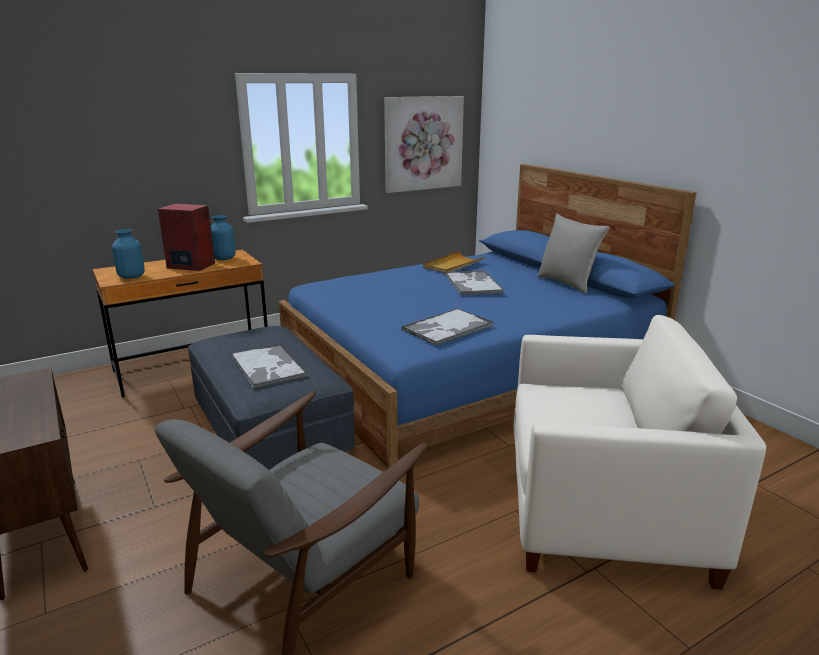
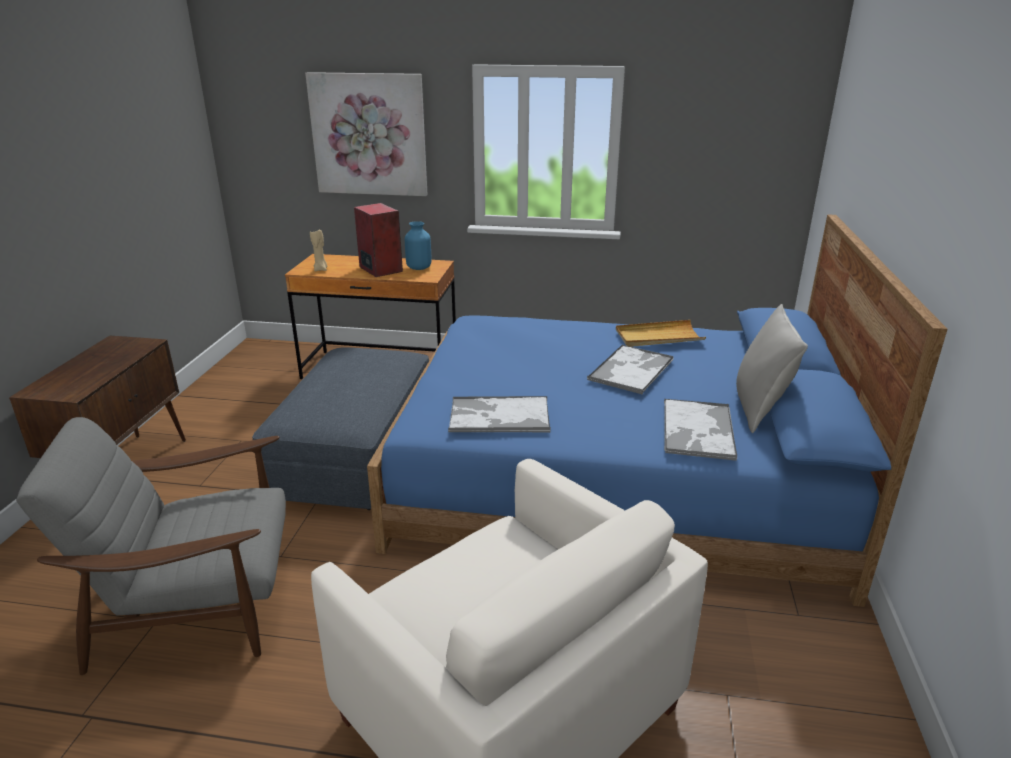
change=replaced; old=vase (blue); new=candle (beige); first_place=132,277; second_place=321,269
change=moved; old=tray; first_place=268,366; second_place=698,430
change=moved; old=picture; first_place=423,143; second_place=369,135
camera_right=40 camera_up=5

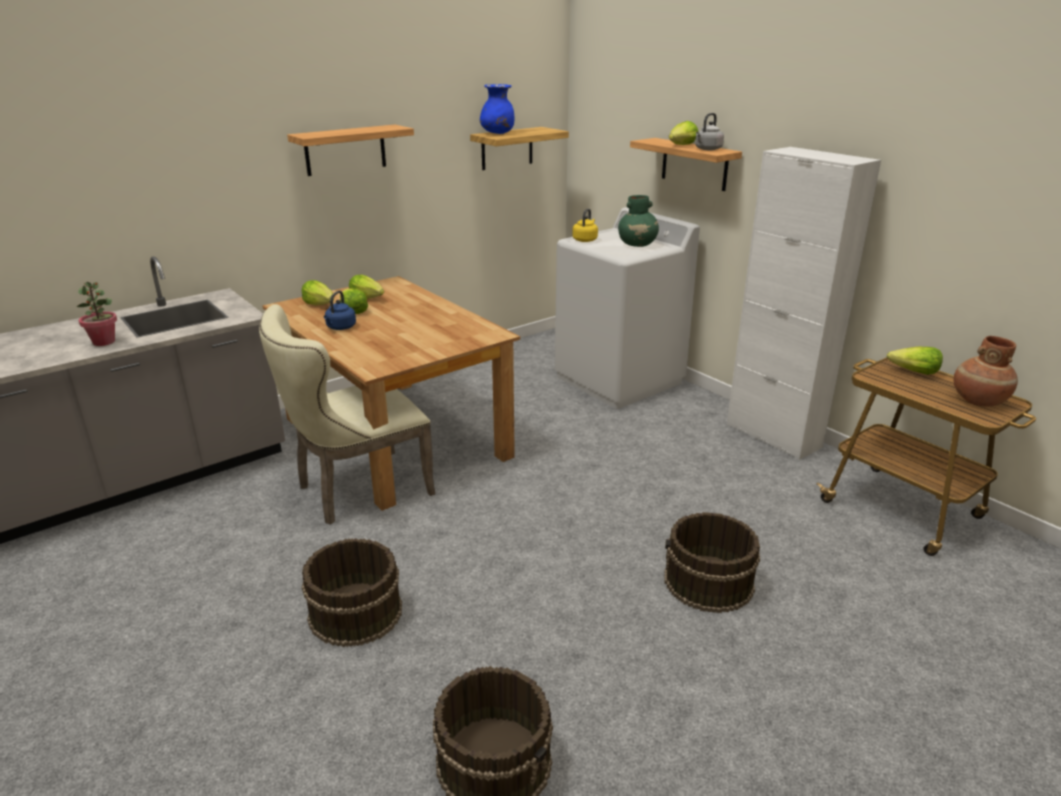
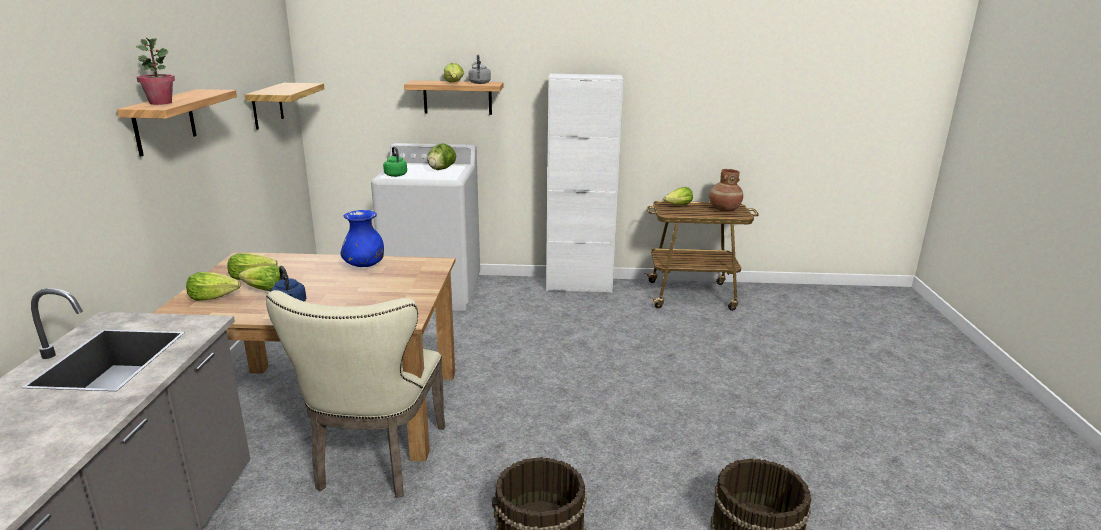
change=moved; old=potted plant; first_place=104,342; second_place=161,103
change=moved; old=vase (blue); first_place=498,133; second_place=364,265
change=recoloured; old=kettle (yellow); new=kettle (green); first_place=585,240; second_place=395,175
change=replaced; old=vase (green); new=lettuce; first_place=637,245; second_place=441,169
change=removed; old=bucket (brown); first_place=708,583
camera_right=-50 camera_up=-5

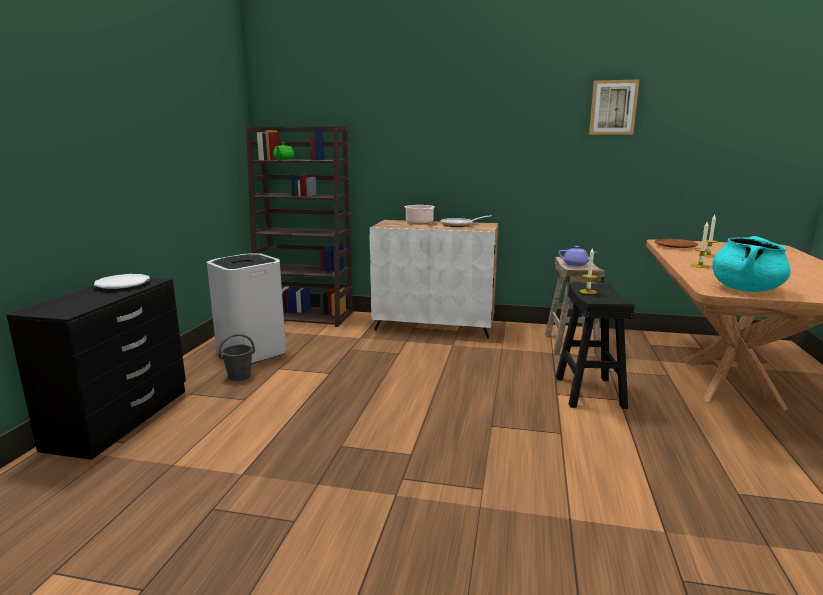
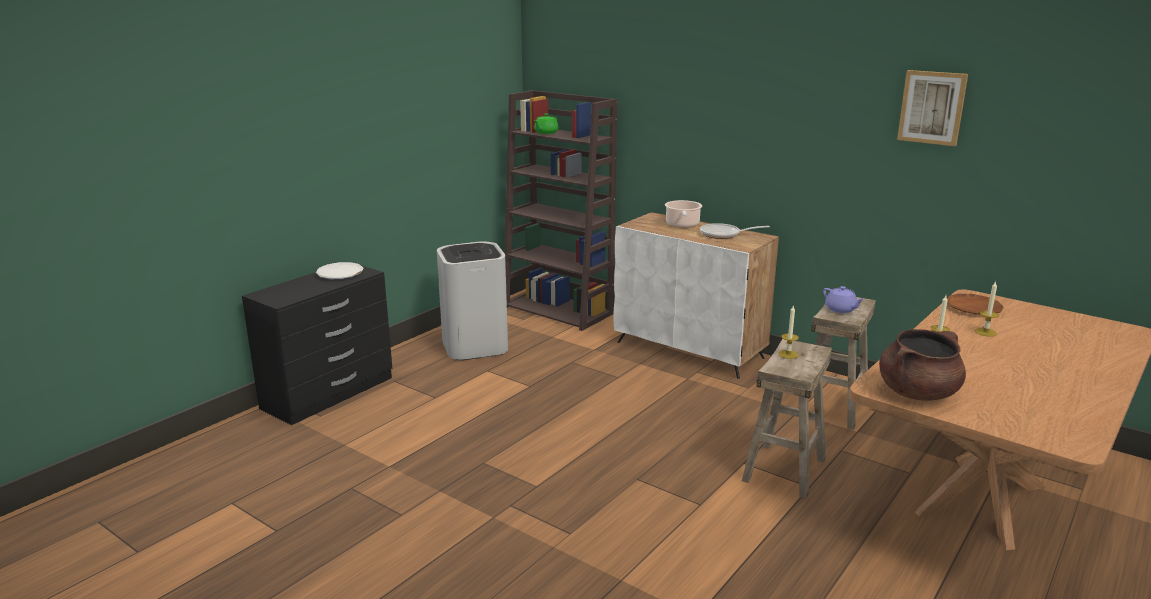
change=removed; old=bucket (grey); first_place=239,376
change=recoloured; old=stool (black); new=stool (beige); first_place=588,391; second_place=784,469
change=recoloured; old=cooking pot (turquoise); new=cooking pot (brown); first_place=745,289; second_place=917,393
camera_right=25 camera_up=5

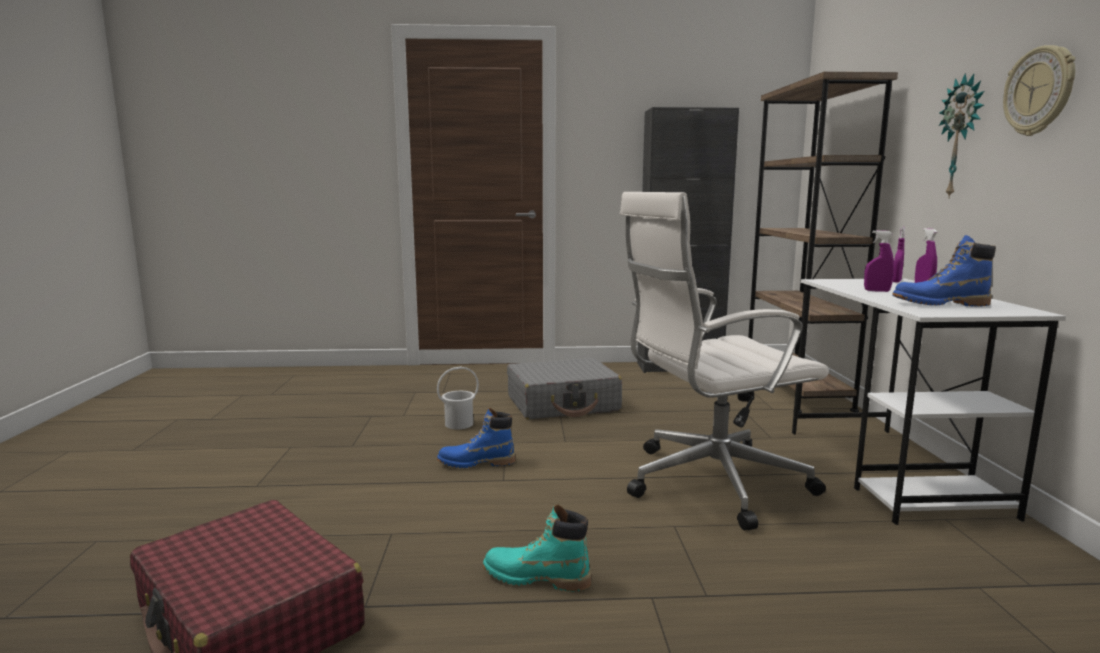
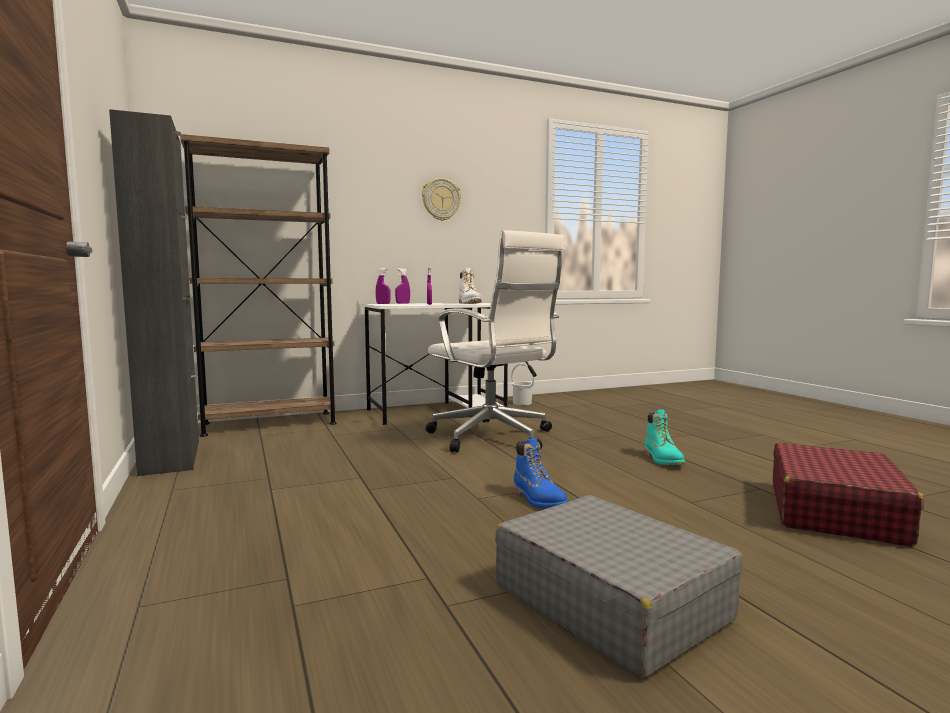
change=moved; old=bucket (white); first_place=458,424; second_place=522,403
change=moved; old=suitcase (grey); first_place=563,404; second_place=609,602
change=recoloured; old=boot (blue); new=boot (white); first_place=939,304; second_place=469,303
change=removed; old=wall clock; first_place=961,137
camera_right=-110 camera_up=-5

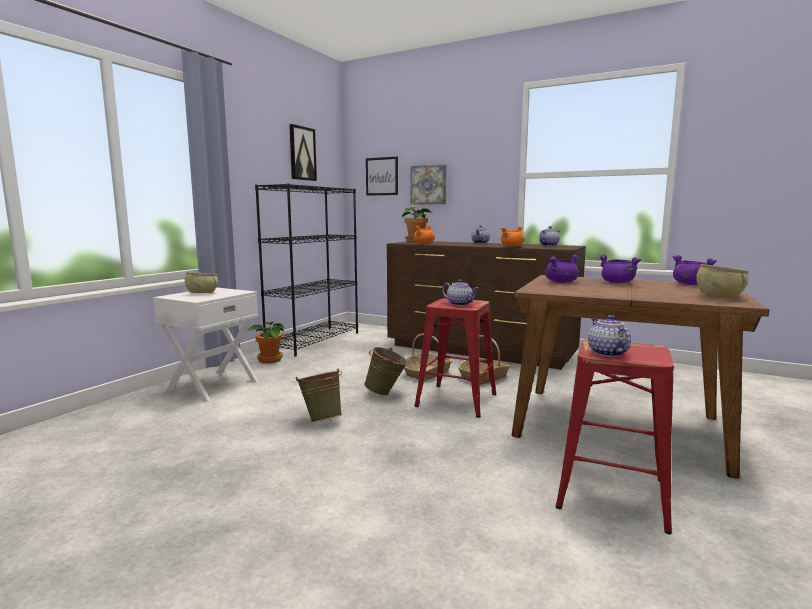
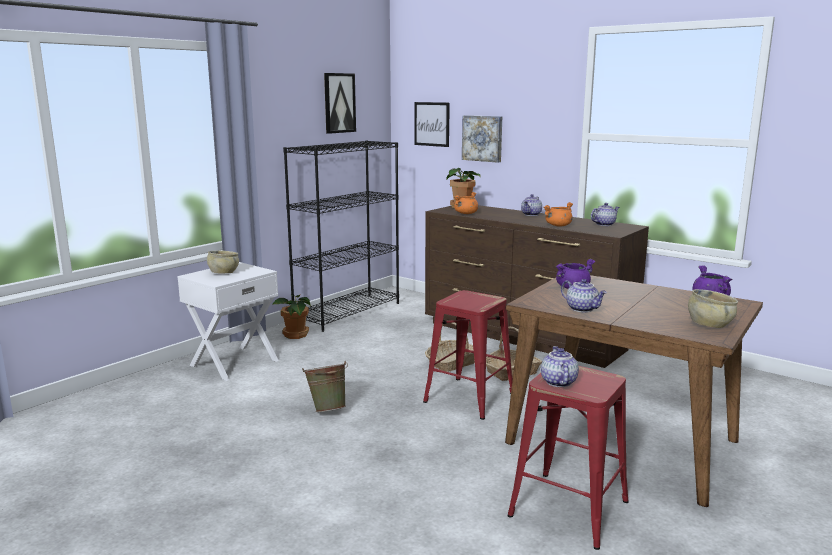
change=removed; old=bucket (green); first_place=386,393
change=moved; old=teapot; first_place=460,304; second_place=582,309
change=removed; old=cooking pot (purple); first_place=618,282
camera_right=10 camera_up=5

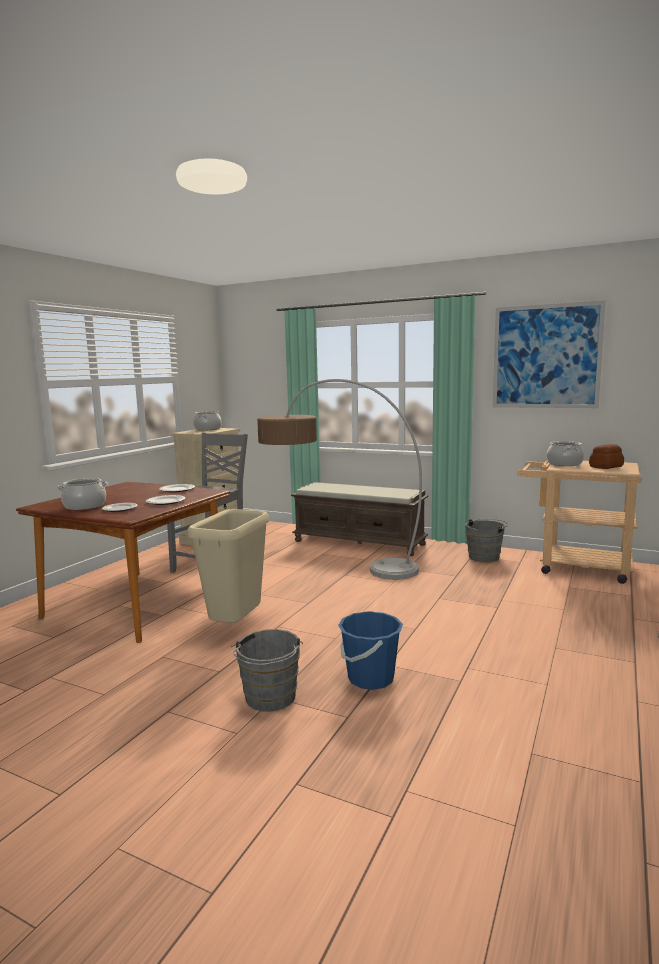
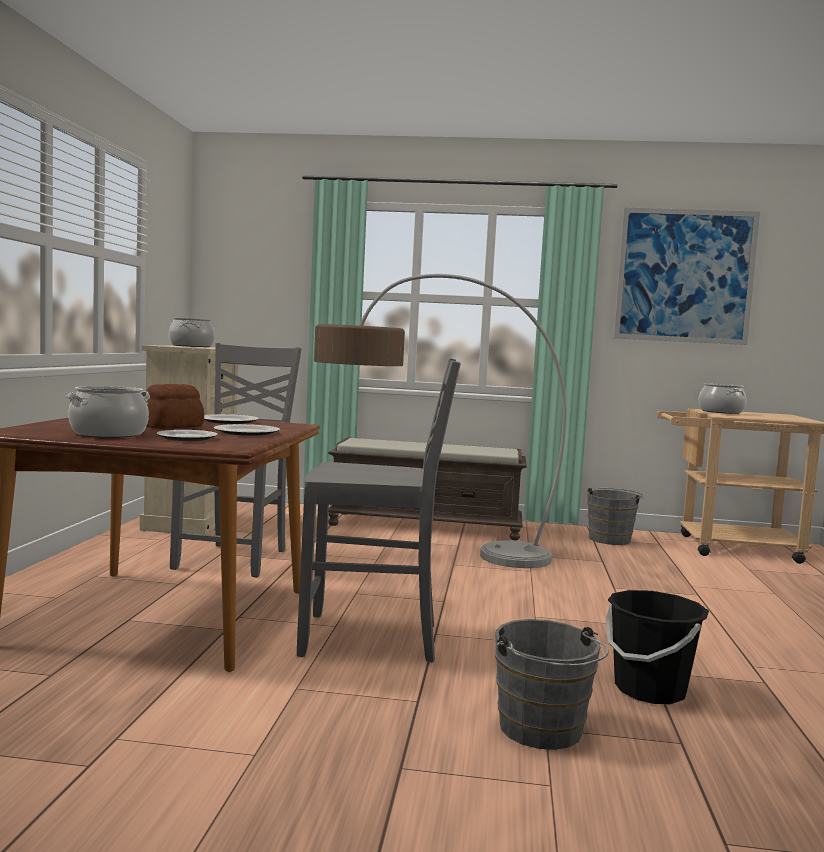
change=replaced; old=trash can (beige); new=chair (grey); first_place=236,627; second_place=373,639
change=recoloured; old=bucket (blue); new=bucket (black); first_place=370,678; second_place=649,690
change=moved; old=bread; first_place=606,467; second_place=173,426
camera_right=-20 camera_up=-5

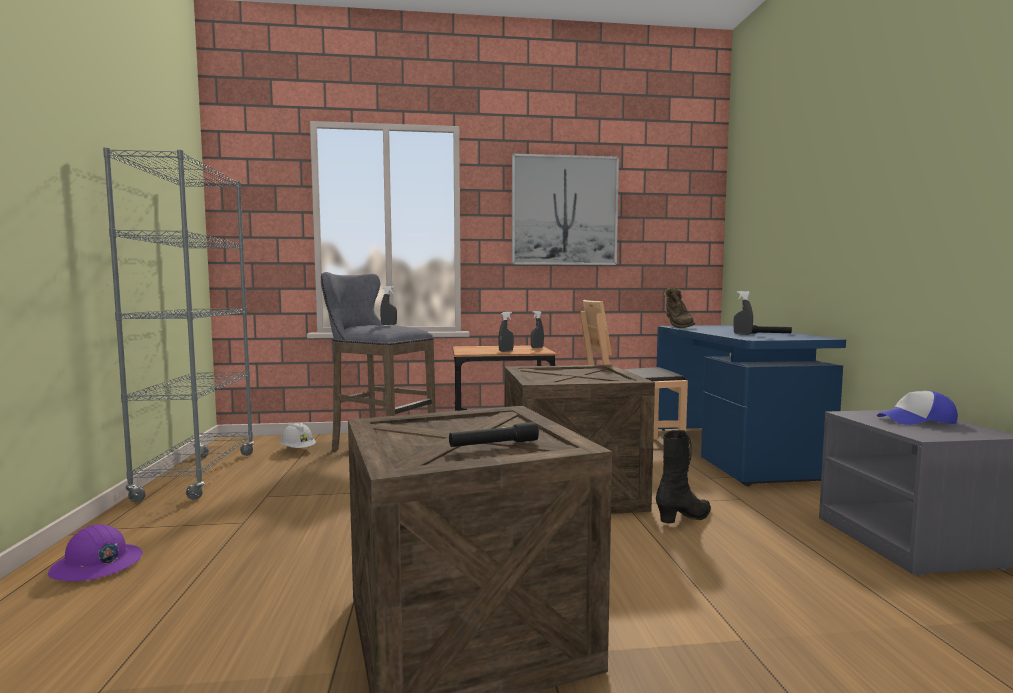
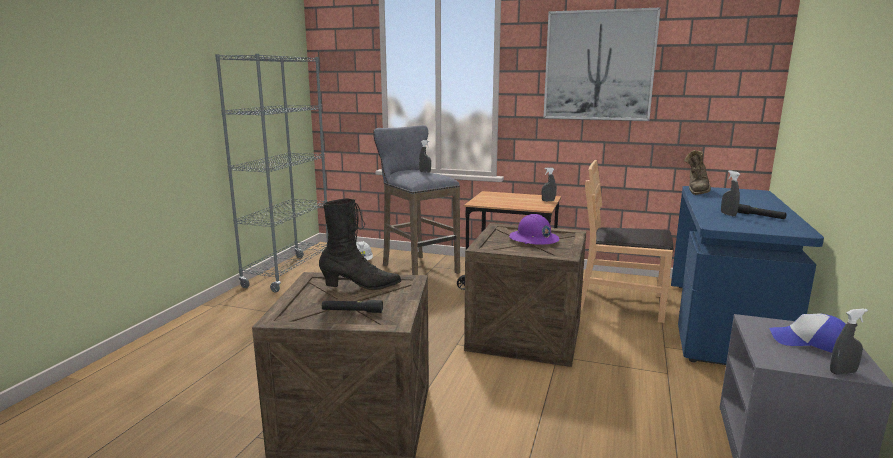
change=moved; old=hard hat (purple); first_place=96,565; second_place=533,239
change=moved; old=spray bottle (grey); first_place=506,351; second_place=842,372
change=moved; old=boot (black); first_place=685,518; second_place=361,286
camera_right=25 camera_up=10

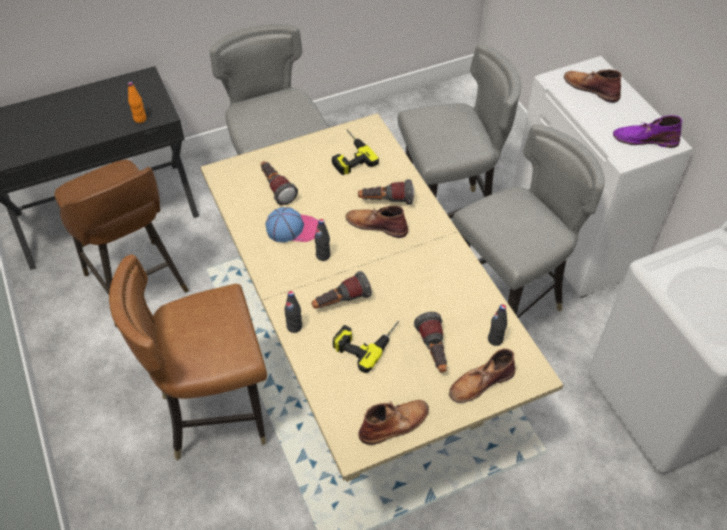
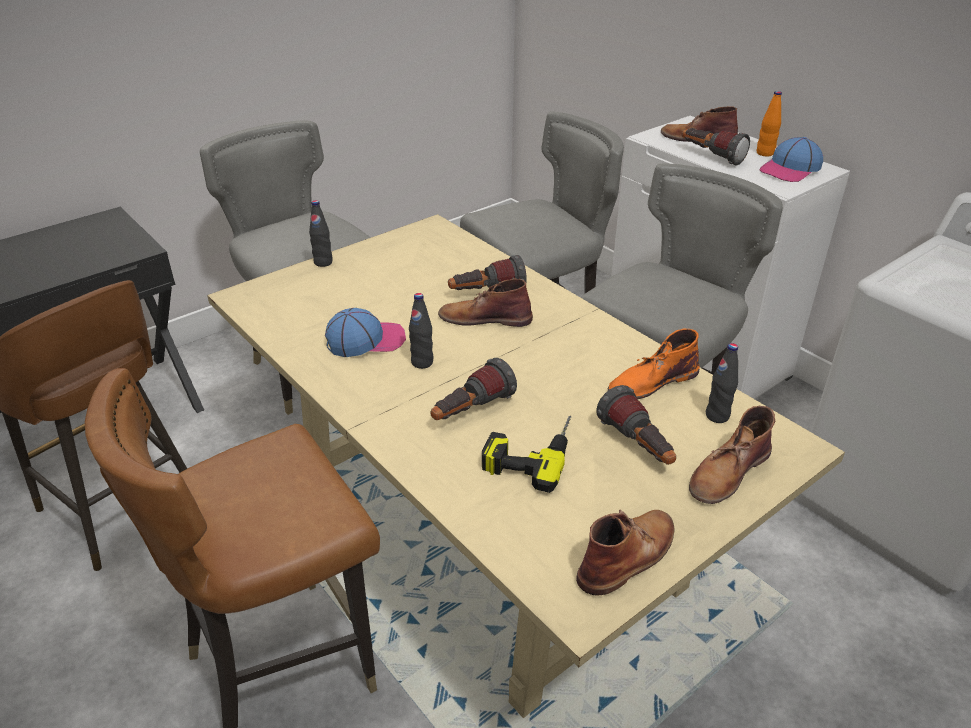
change=moved; old=bottle (orange); first_place=140,119; second_place=765,153
change=moved; old=flashlight; first_place=276,188; second_place=710,157
change=moved; old=bottle (black); first_place=294,326; second_place=323,262
change=removed; old=power drill; first_place=348,155
change=replaced; old=boot (purple); new=cap; first_place=644,139; second_place=790,170
change=added; new=boot (orange); second_place=651,382
camera_right=-15 camera_up=-15

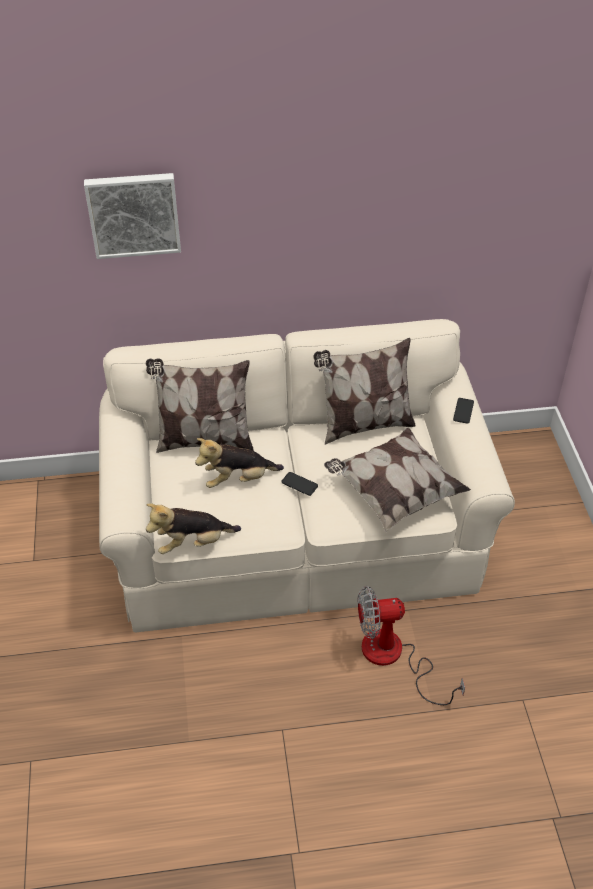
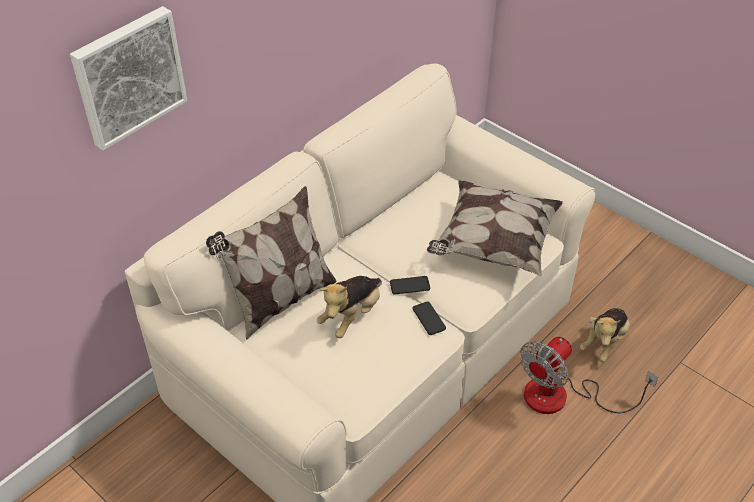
change=moved; old=plush toy; first_place=193,543; second_place=604,342
change=removed; old=pillow; first_place=364,425
change=moved; old=phone; first_place=463,411; second_place=429,318
camera_right=-40 camera_up=0

